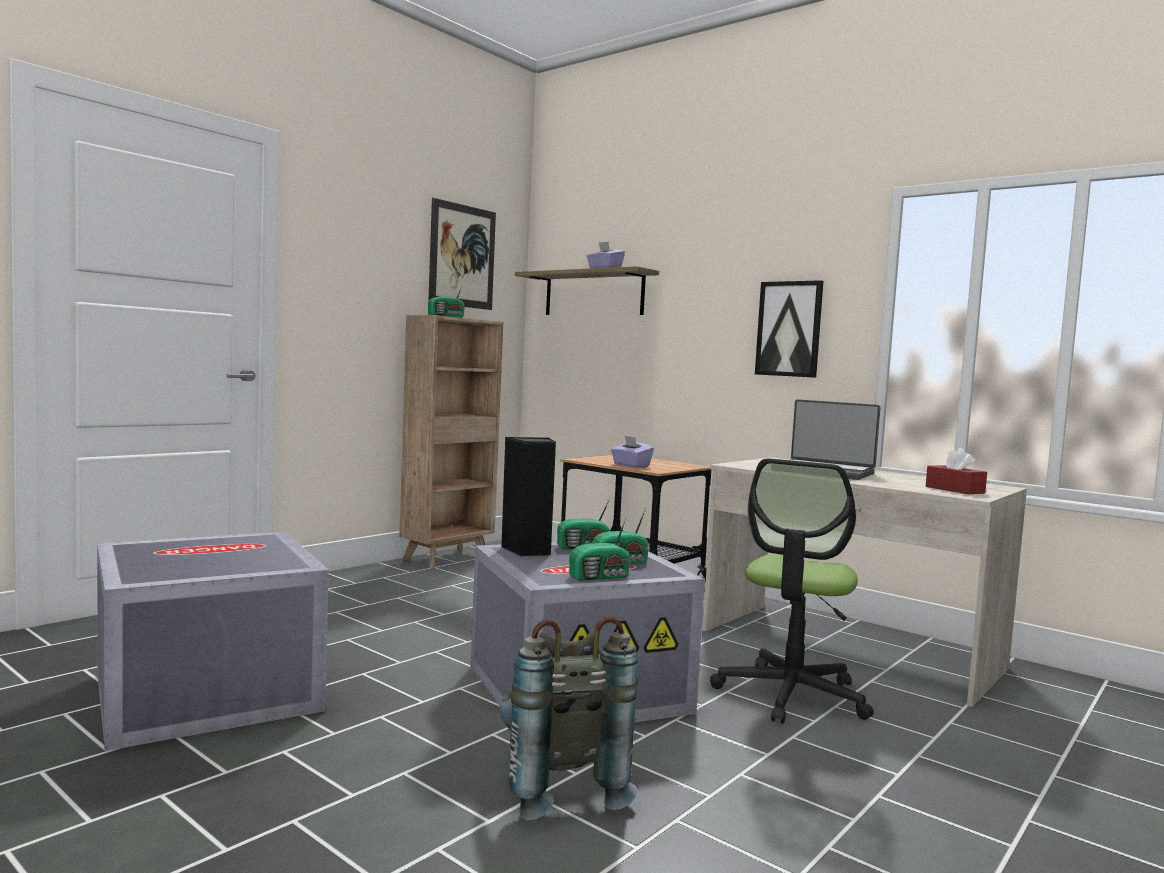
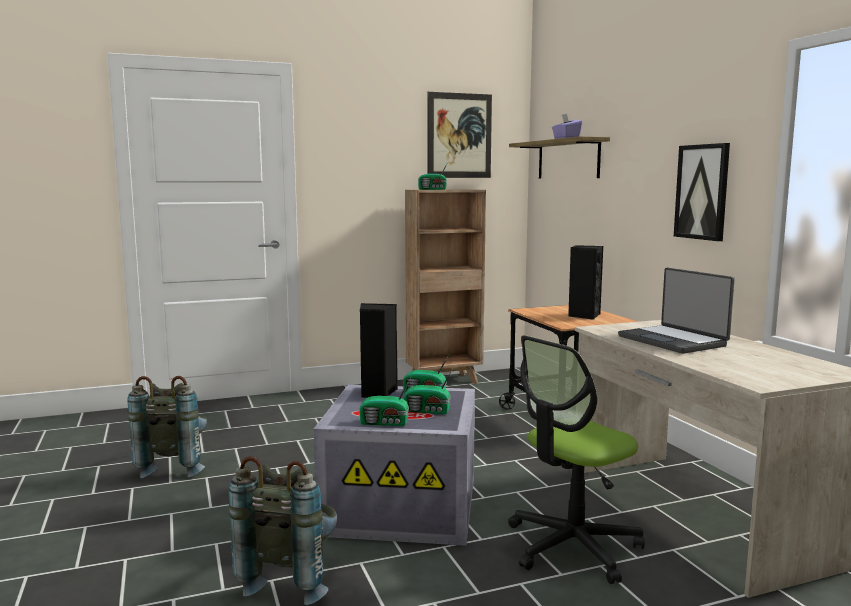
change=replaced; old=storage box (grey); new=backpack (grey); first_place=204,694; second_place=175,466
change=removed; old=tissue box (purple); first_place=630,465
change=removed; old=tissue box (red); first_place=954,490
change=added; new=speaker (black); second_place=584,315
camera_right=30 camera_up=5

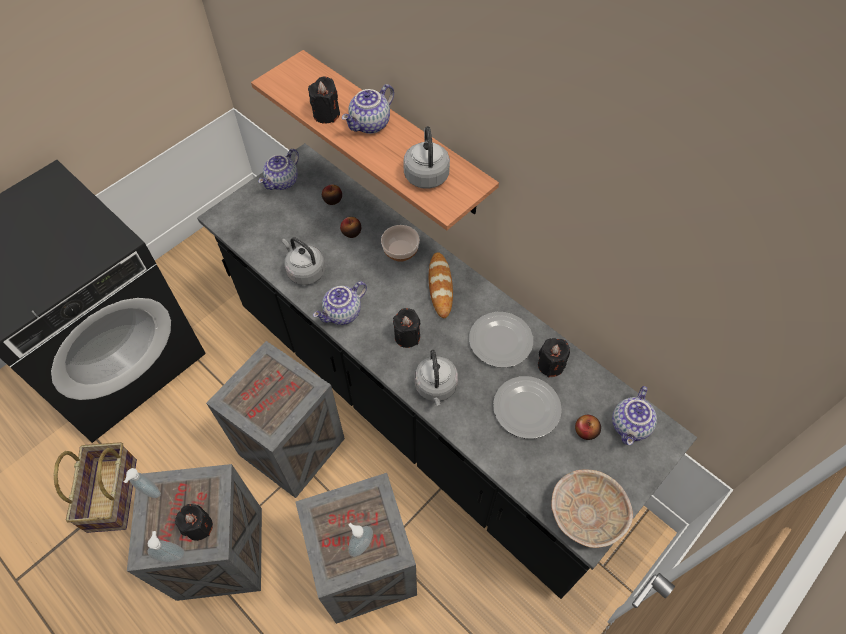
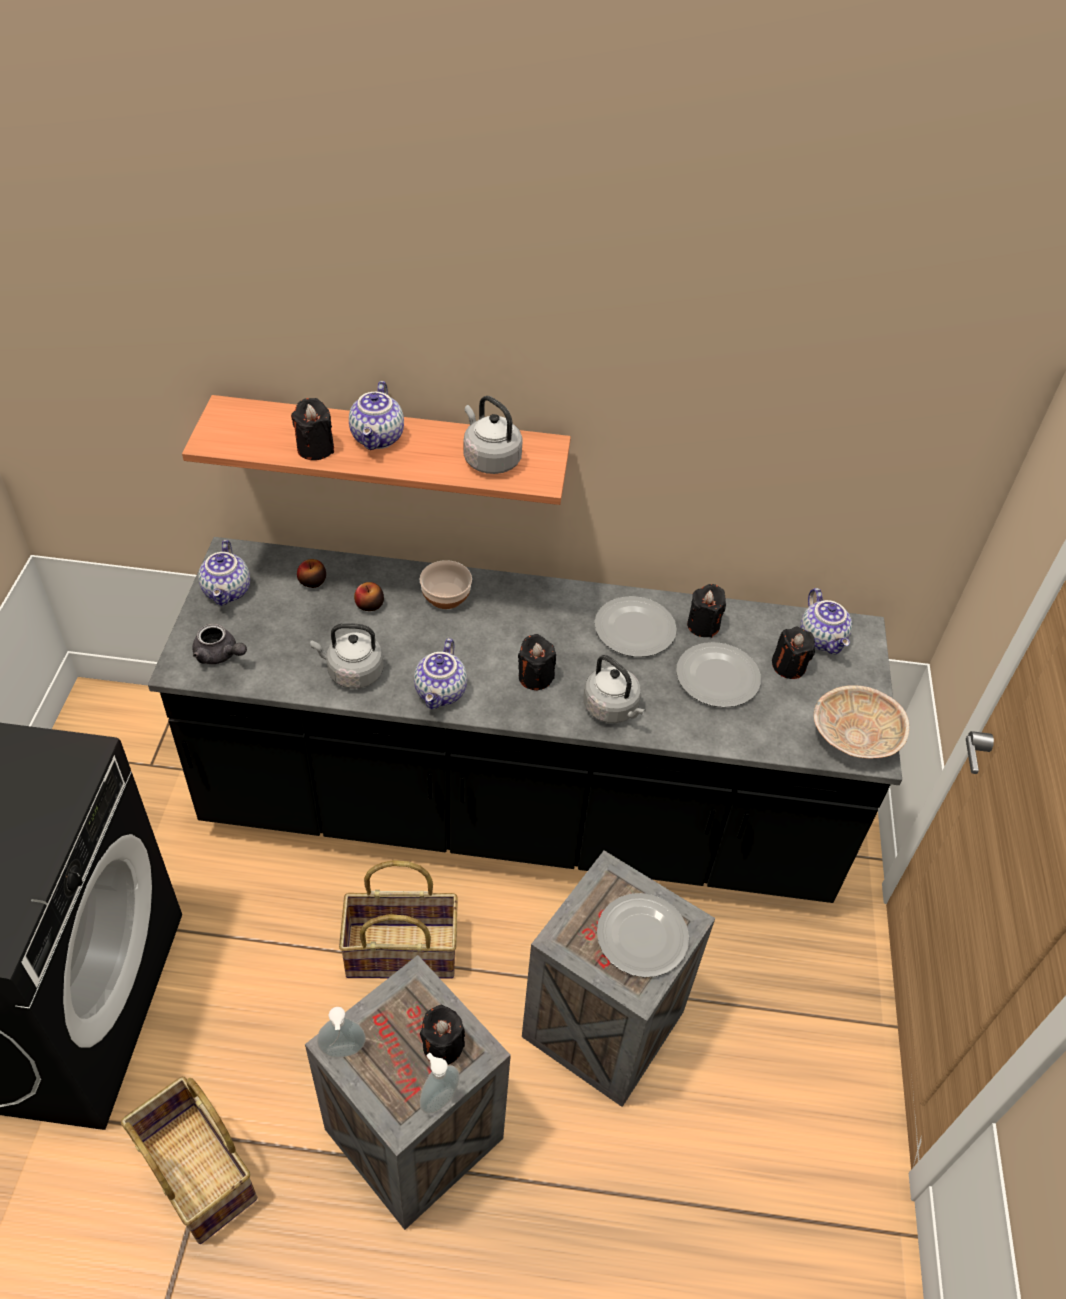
change=replaced; old=crate; new=basket; first_place=294,446; second_place=402,950
change=replaced; old=soap dispenser; new=plate; first_place=361,544; second_place=643,937
change=removed; old=bread; first_place=440,286
change=replaced; old=apple; new=candle (black); first_place=586,431; second_place=789,666
change=added; new=teapot (grey); second_place=220,655
camera_right=-40 camera_up=-10

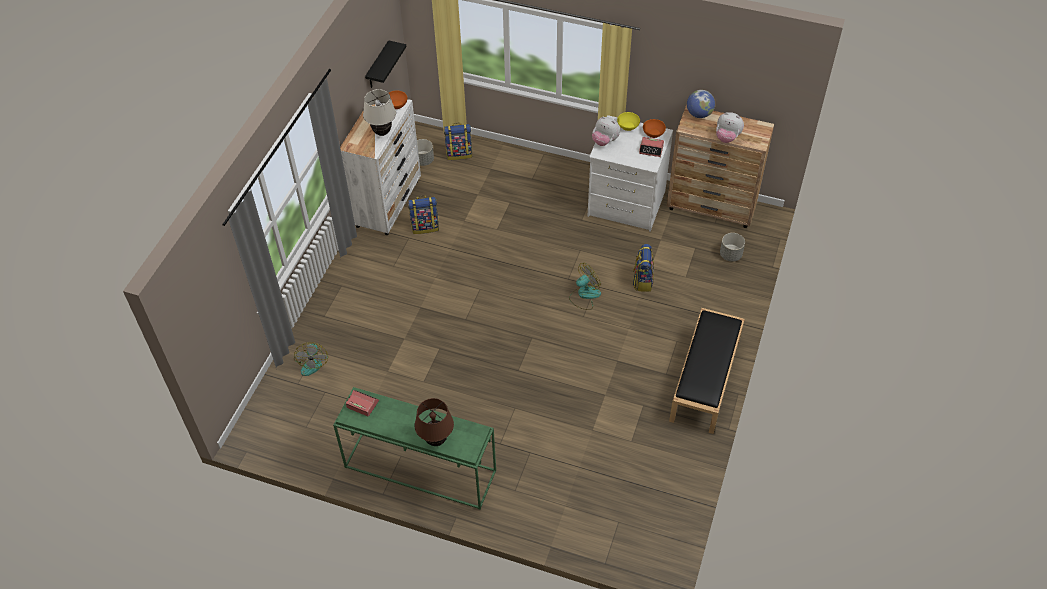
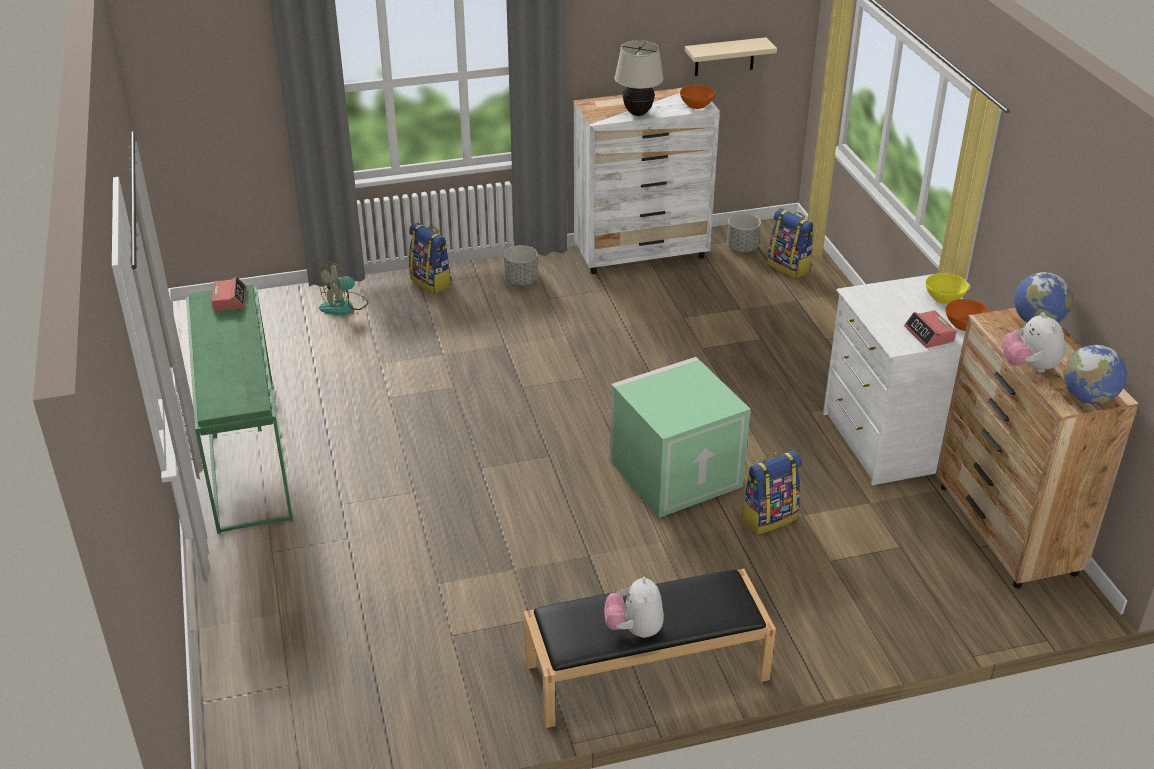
change=recoloured; old=shelf (black); new=shelf (beige); first_place=378,66; second_place=724,57
change=moved; old=backpack; first_place=425,226; second_place=432,282
change=removed; old=table lamp (brown); first_place=436,440
change=replaced; old=fan; new=storage box (green); first_place=584,295; second_place=676,472
change=moved; old=plush toy; first_place=605,141; second_place=634,629
change=moved; old=planter (grey); first_place=730,255; second_place=521,281
change=added; new=globe; second_place=1088,398
camera_right=55 camera_up=-15

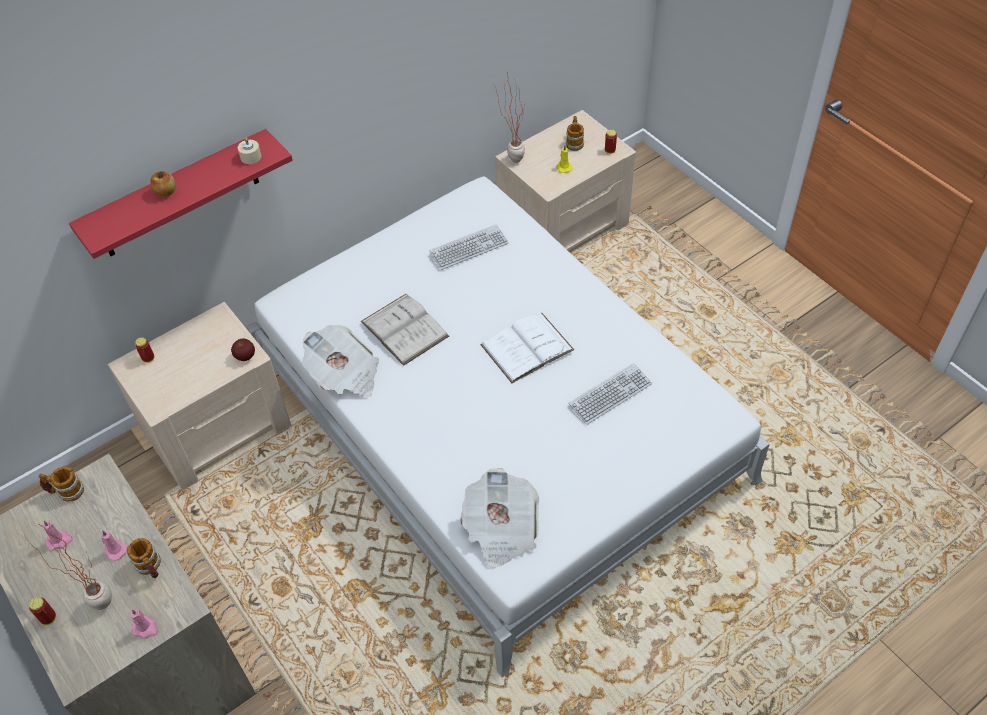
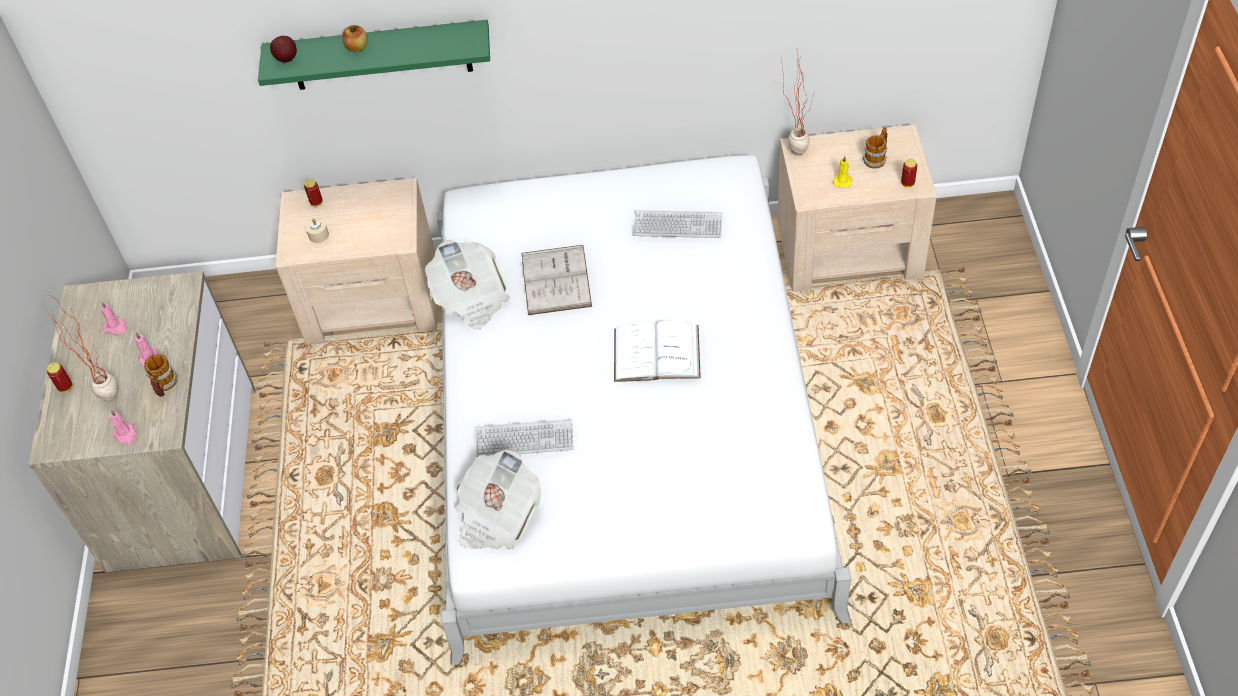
change=removed; old=mug; first_place=66,491
change=recoloured; old=shelf (red); new=shelf (green); first_place=178,196; second_place=380,55
change=moved; old=apple; first_place=245,356; second_place=286,58
change=moved; old=candle (beige); first_place=251,157; second_place=318,235
change=moved; old=keyboard; first_place=610,394; second_place=524,439
camera_right=35 camera_up=0

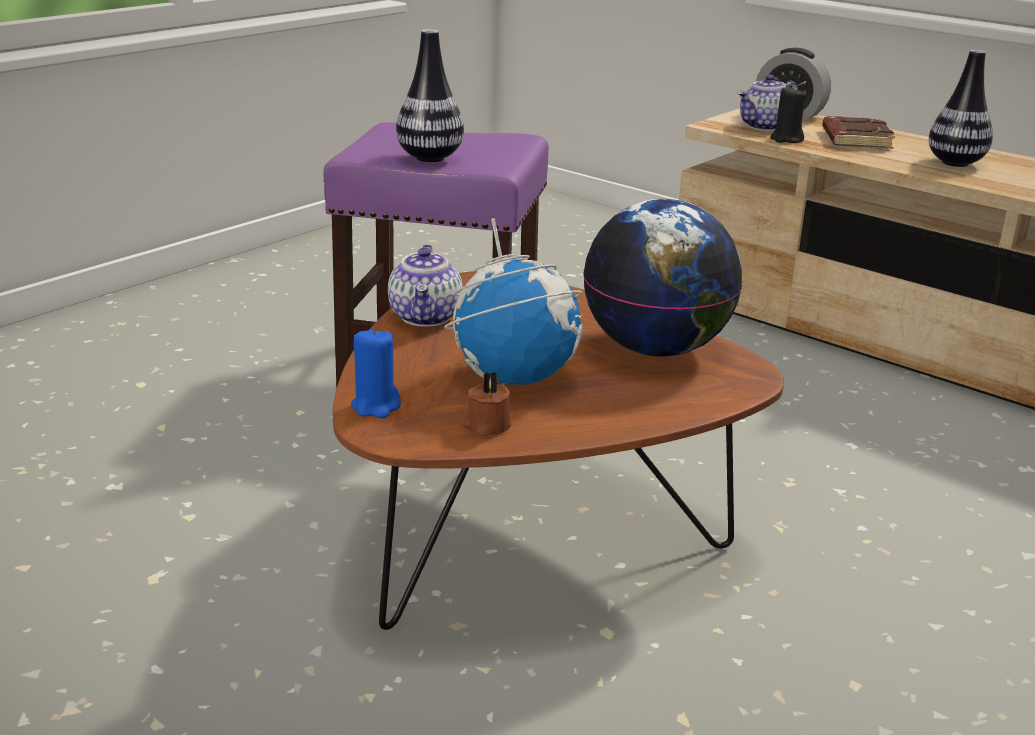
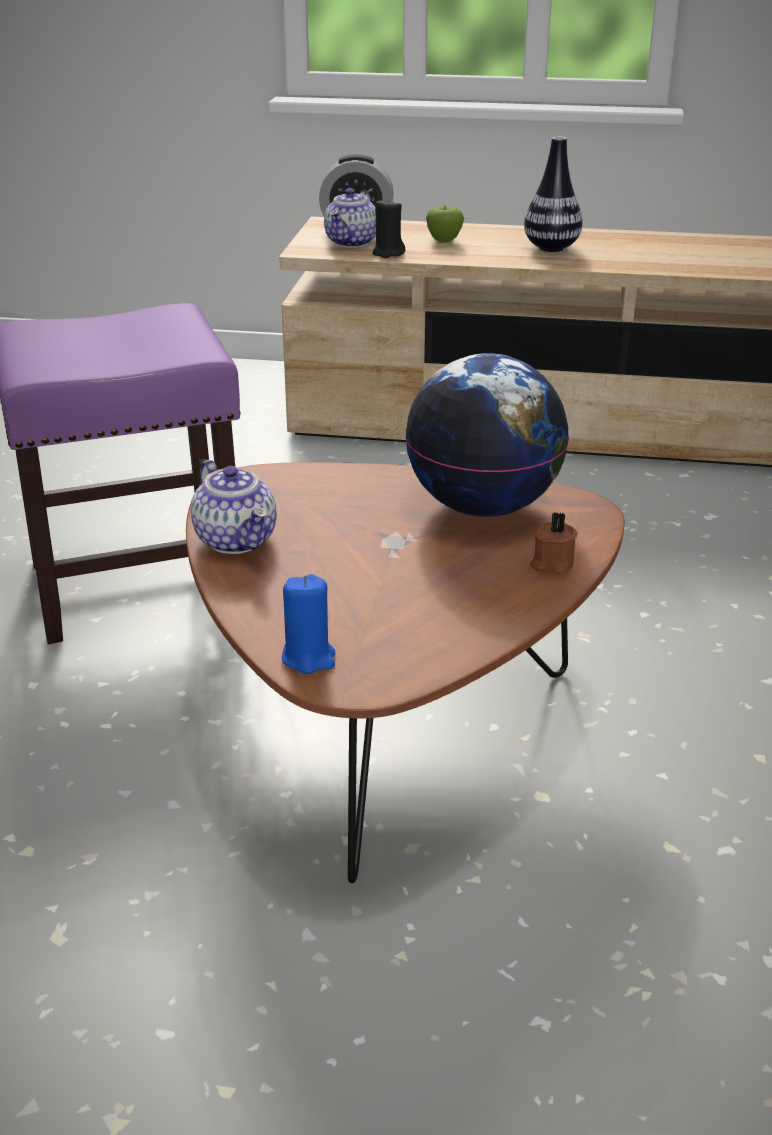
change=removed; old=vase; first_place=430,158
change=removed; old=globe; first_place=515,377
change=moved; old=candle (brown); first_place=486,426; second_place=551,564
change=replaced; old=book (brown); new=apple; first_place=854,139; second_place=444,240
camera_right=-30 camera_up=5

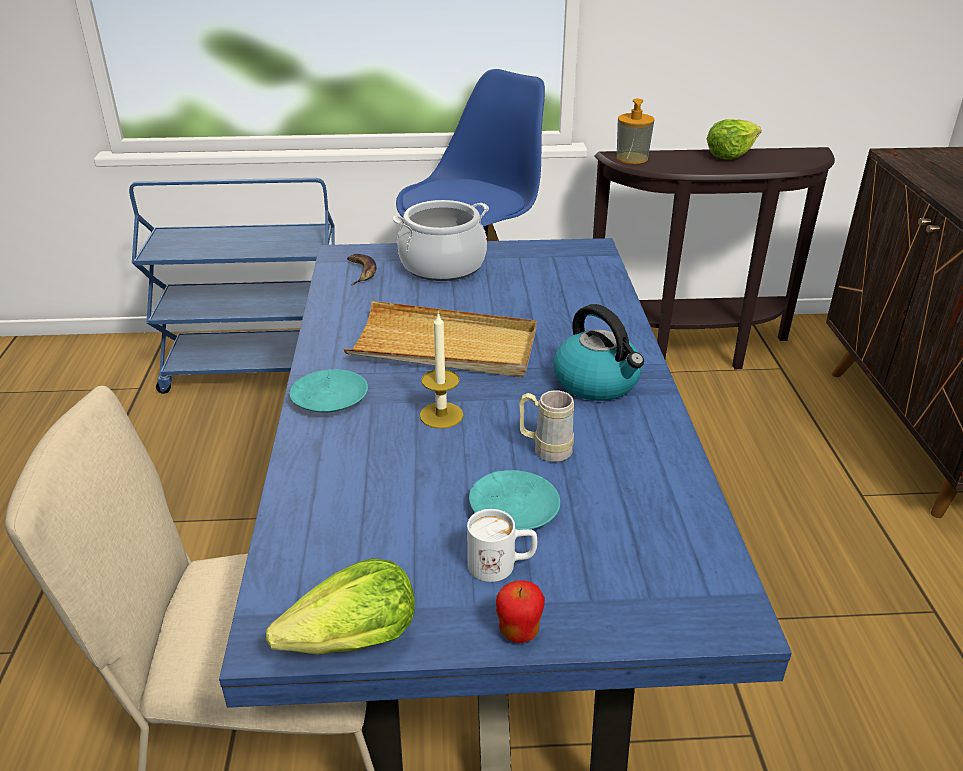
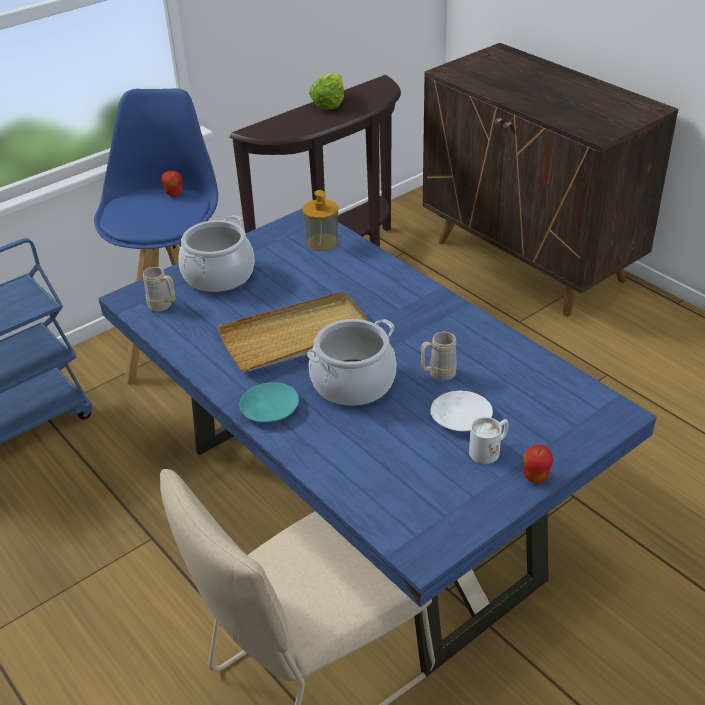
change=removed; old=lettuce; first_place=353,641
change=replaced; old=banana; new=mug (beige); first_place=360,272; second_place=163,306
change=replaced; old=candle; new=cooking pot; first_place=441,415; second_place=353,383
change=recoloured; old=plate (turquoise); new=plate (white); first_place=513,509; second_place=460,417
change=removed; old=kettle; first_place=598,382
change=moved; old=soap dispenser; first_place=632,158; second_place=322,242
change=added; new=apple; second_place=174,194
camera_right=-35 camera_up=5

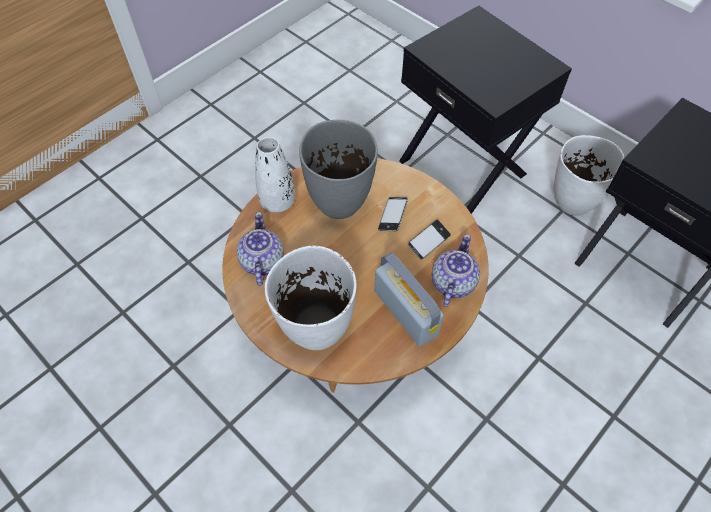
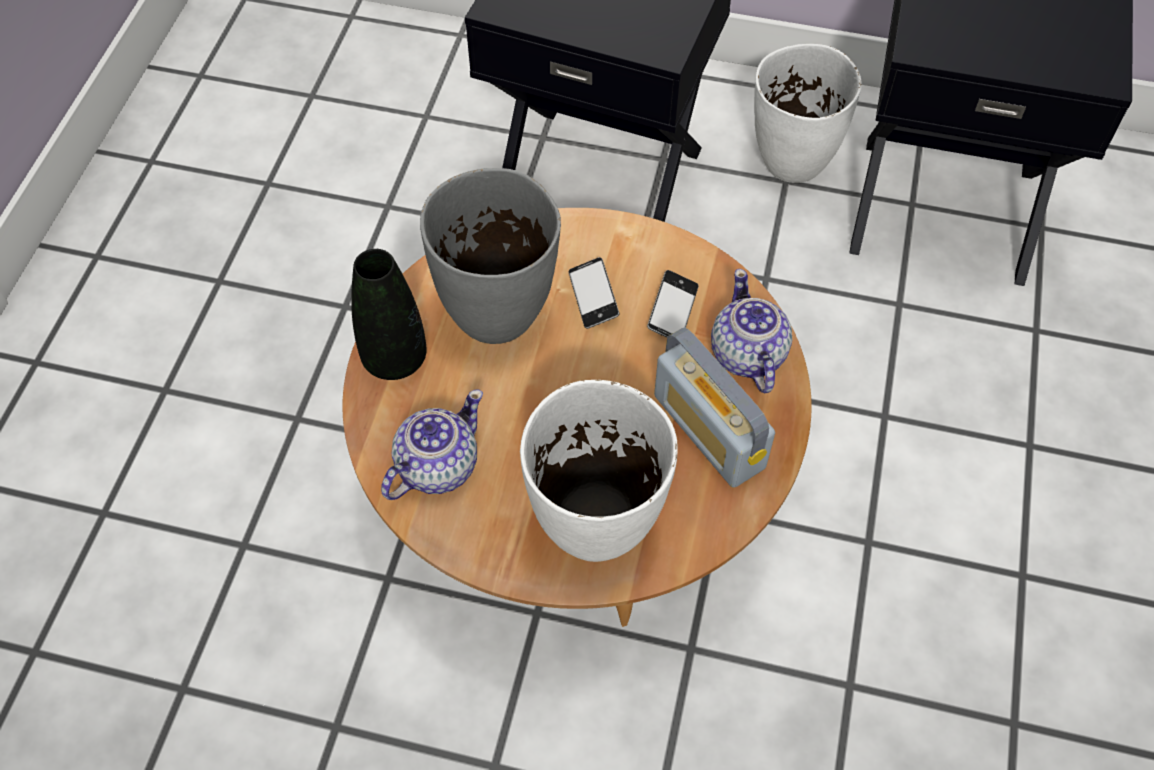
change=turned; old=teapot; first_place=261,262; second_place=436,466; degrees=75
change=recoloured; old=vase (white); new=vase (black); first_place=277,202; second_place=395,359
change=turned; old=radio; first_place=405,312; second_place=709,431; degrees=-150
camera_right=-30 camera_up=0

